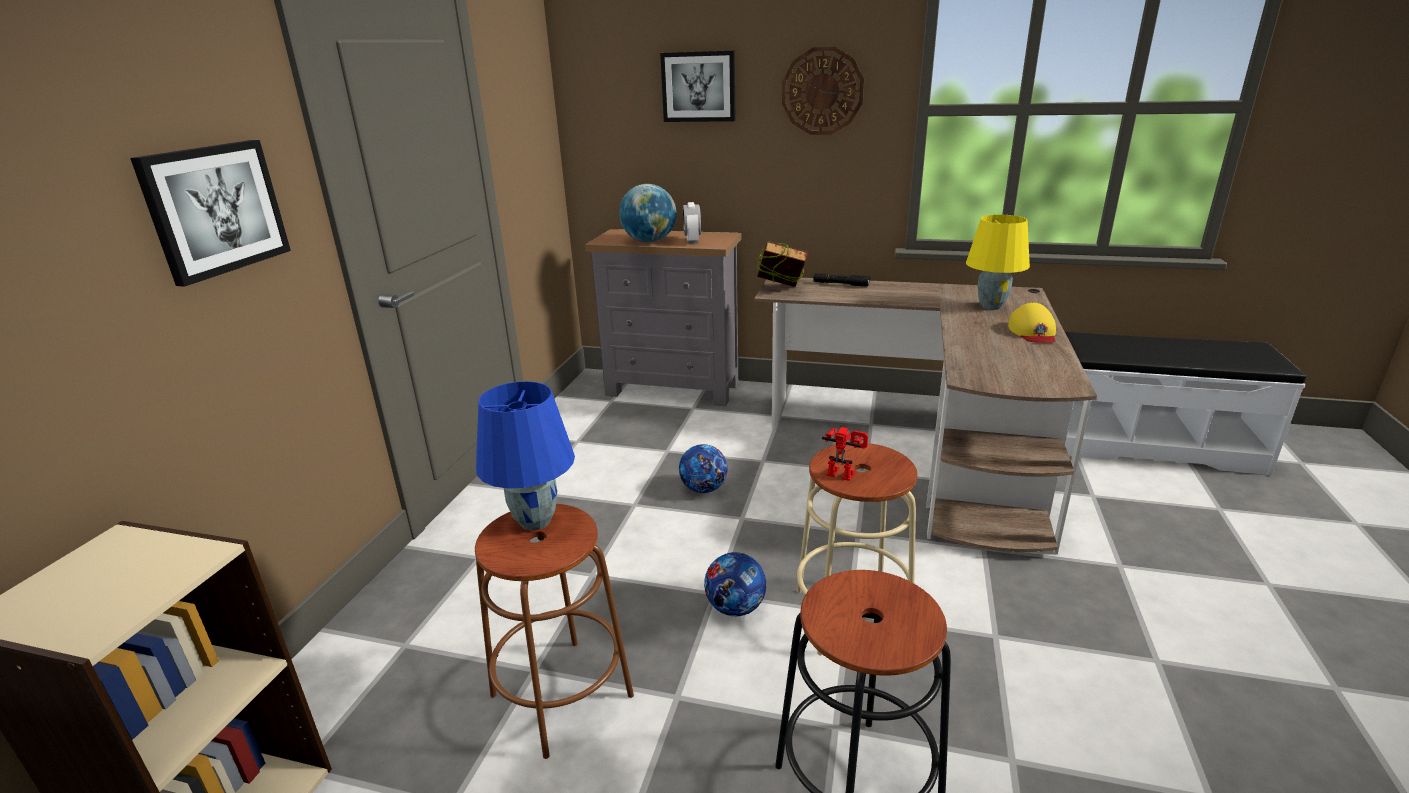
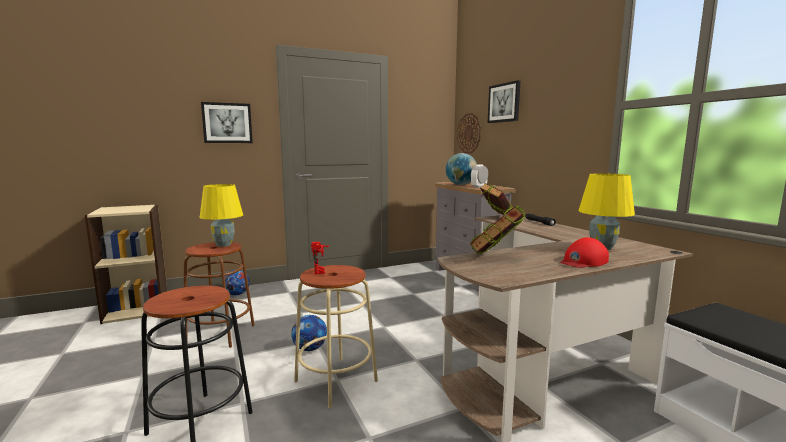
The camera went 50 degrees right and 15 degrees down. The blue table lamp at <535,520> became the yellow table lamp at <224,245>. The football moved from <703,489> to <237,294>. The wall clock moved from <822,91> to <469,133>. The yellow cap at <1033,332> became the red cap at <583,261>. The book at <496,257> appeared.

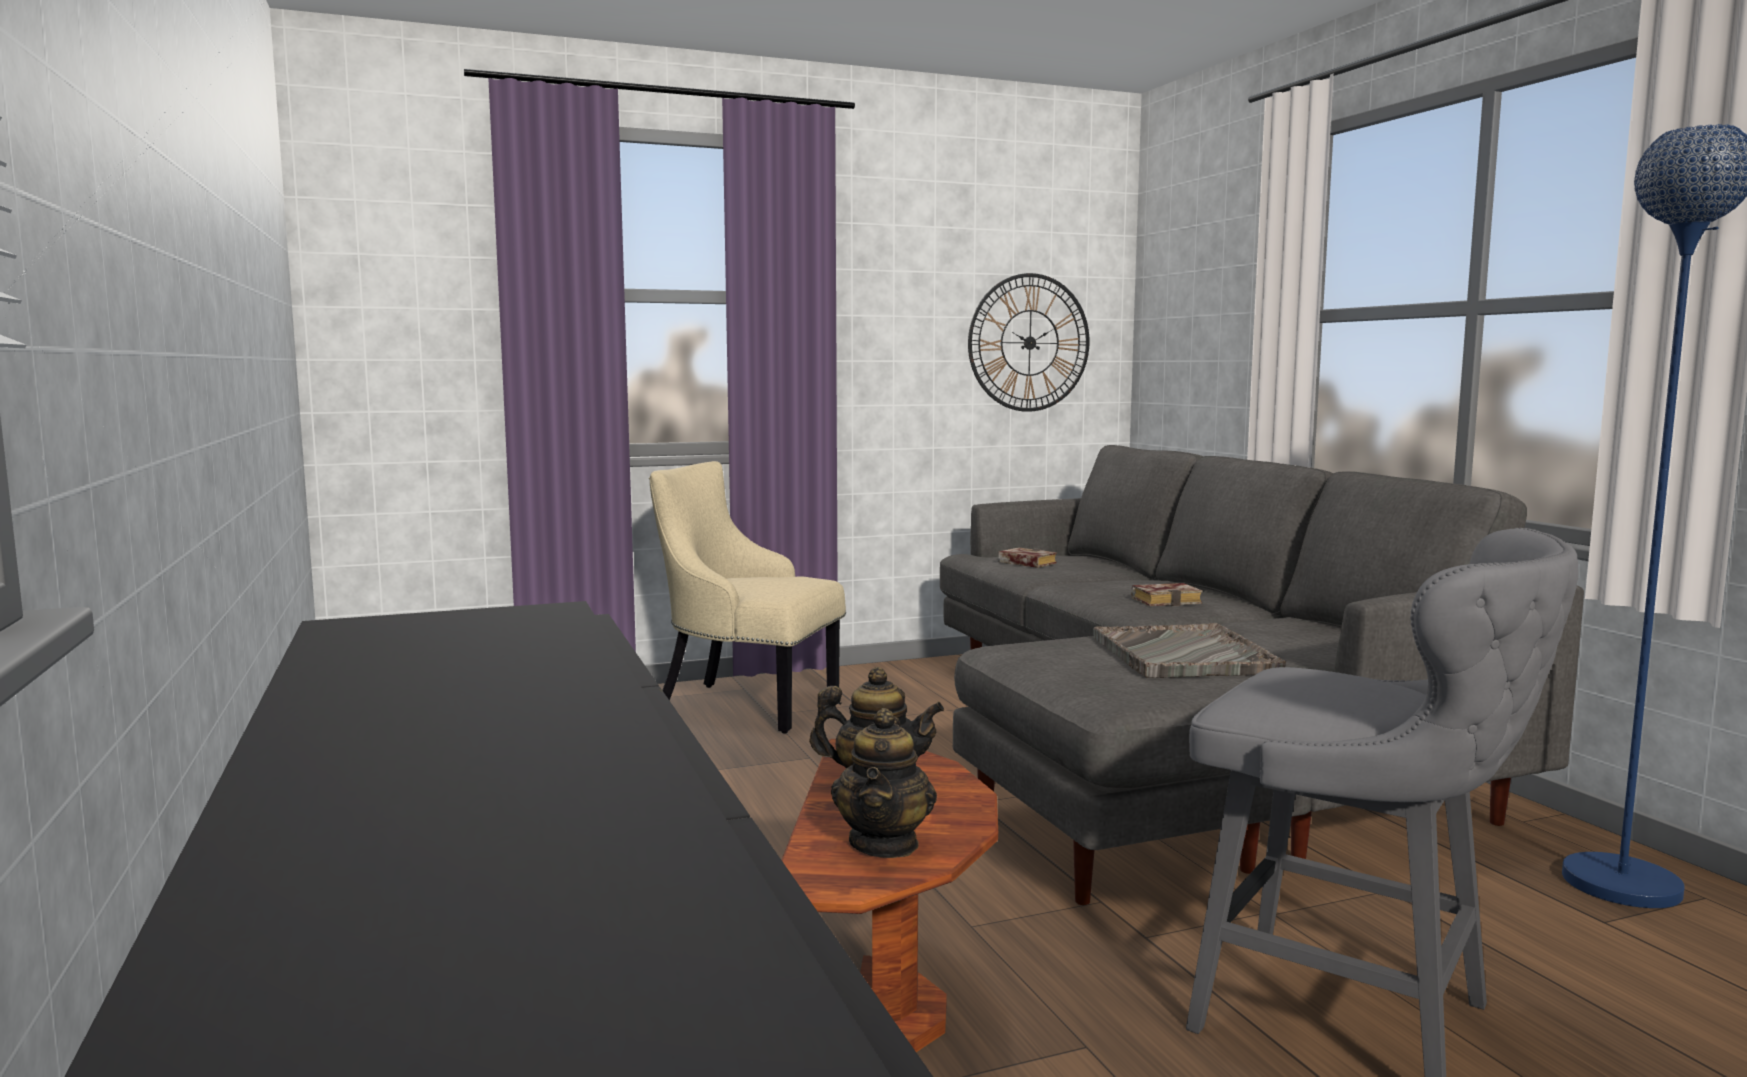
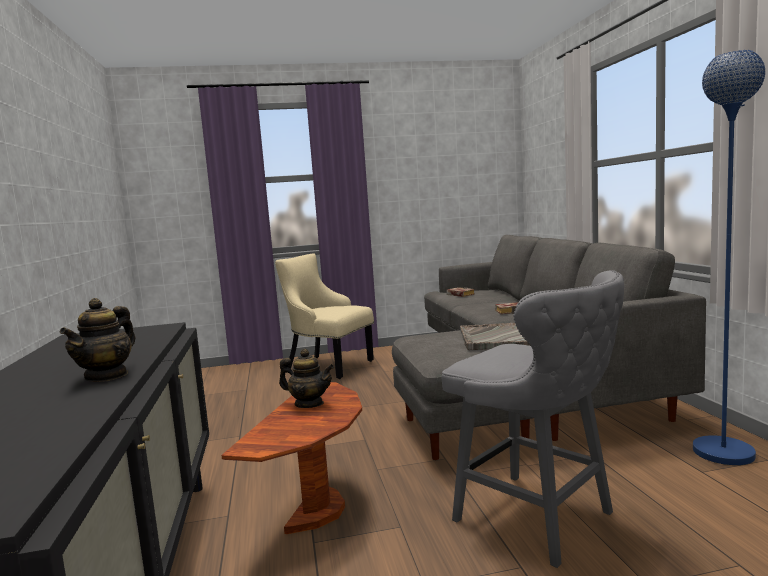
The camera went 10 degrees right and 0 degrees up. The teapot moved from <884,844> to <107,376>. The wall clock at <1029,343> disappeared.

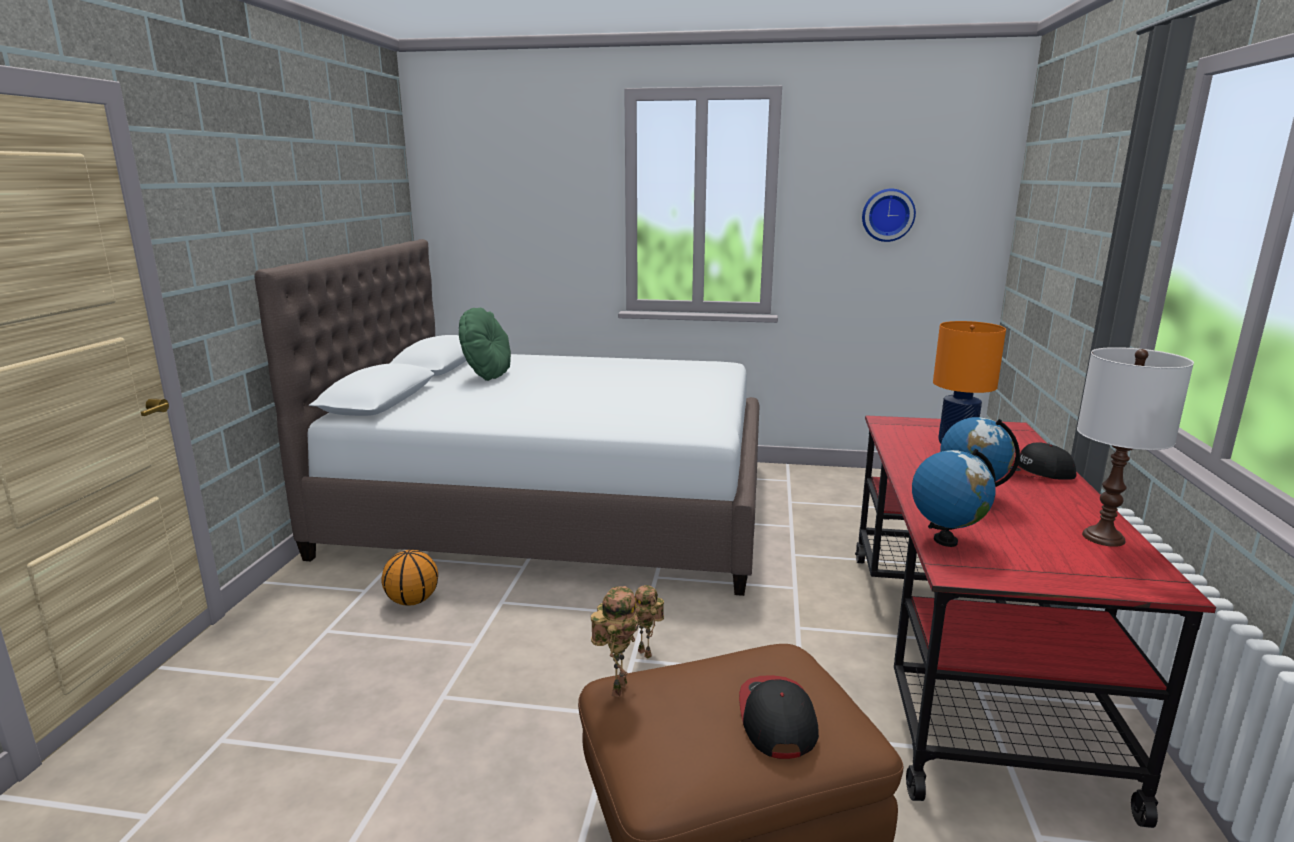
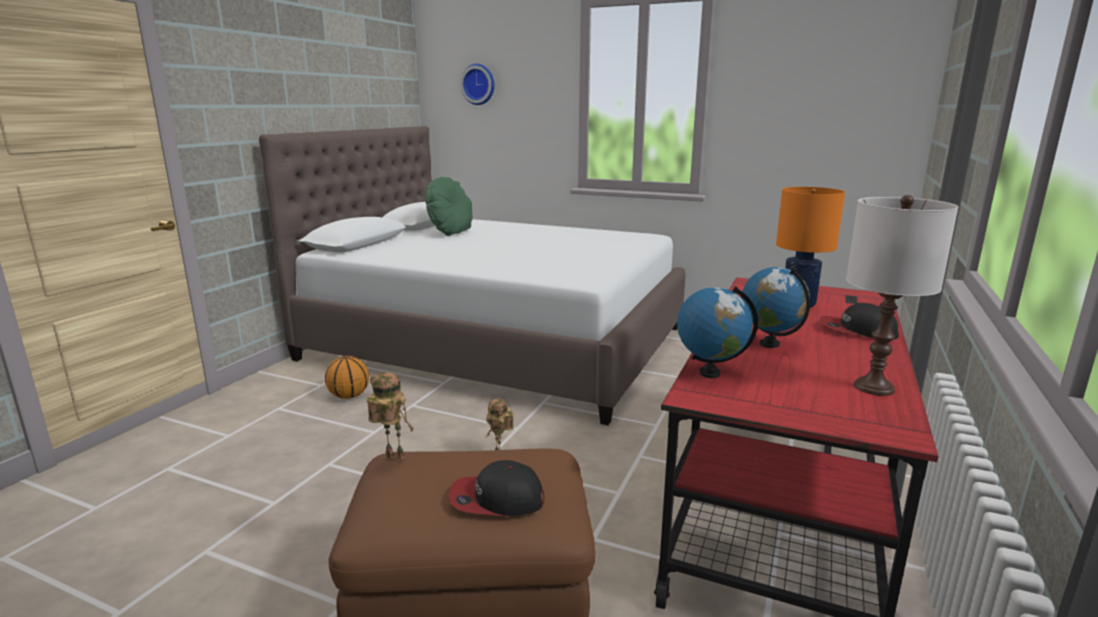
The camera went 15 degrees right and 0 degrees up. The toy robot at <617,687> turned 105 degrees counterclockwise. The cap at <776,718> turned 105 degrees counterclockwise. The wall clock moved from <887,215> to <479,84>.

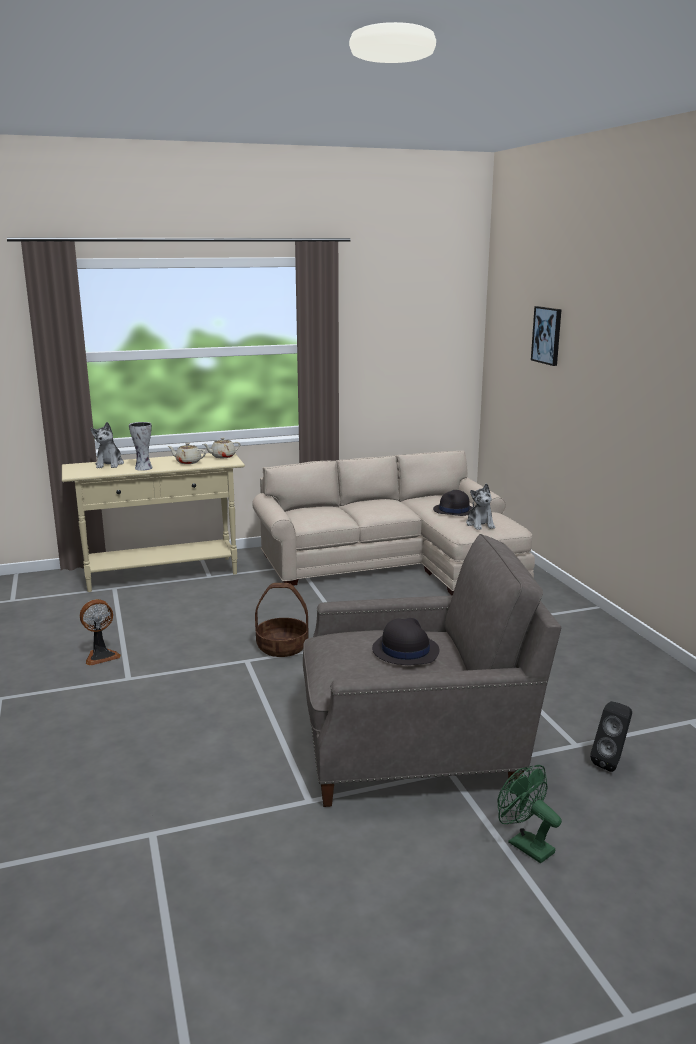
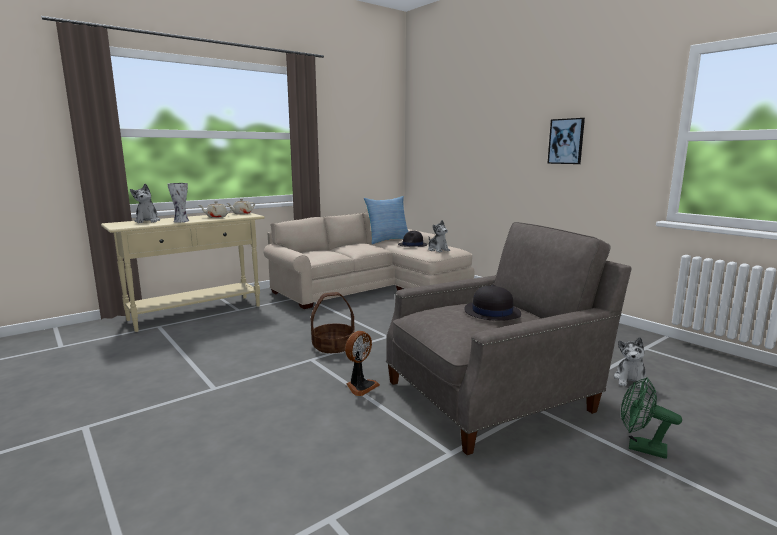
The camera went 20 degrees left and 5 degrees down. The fan moved from <101,656> to <360,386>. The picture moved from <547,335> to <566,141>. The black speaker at <611,762> was replaced by the plush toy at <630,380>. The pillow at <387,240> appeared.

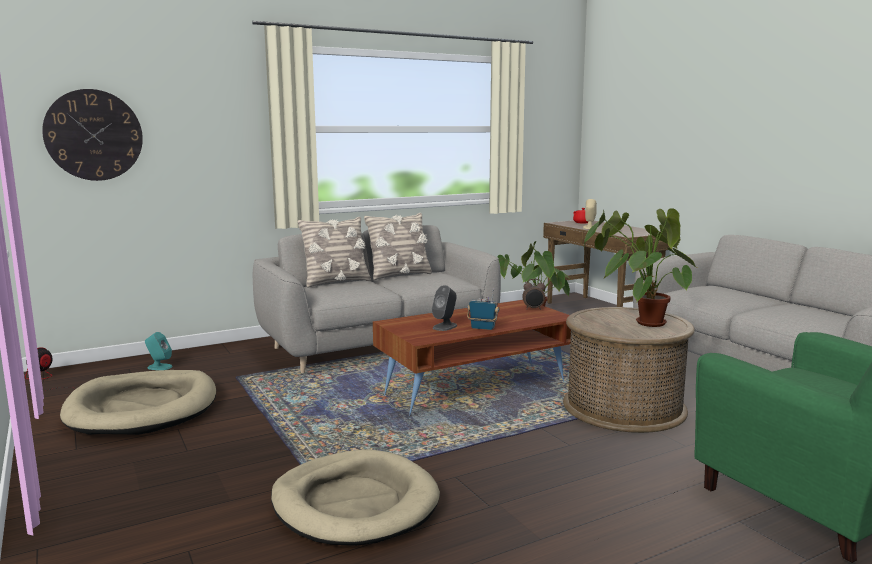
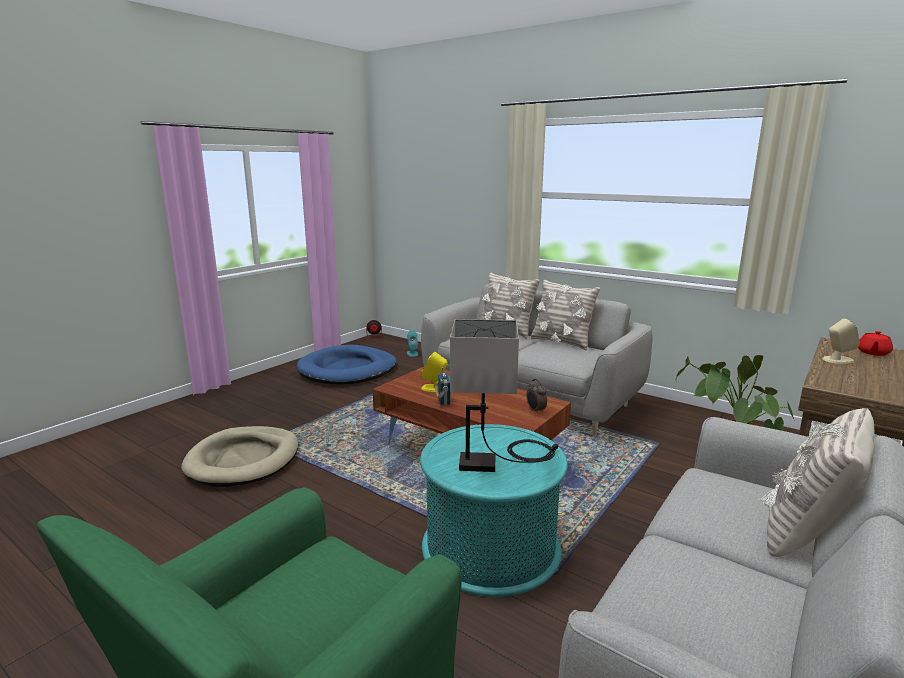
The camera went 65 degrees right and 5 degrees up. The wall clock at <93,135> disappeared. The beige dog bed at <143,408> became the blue dog bed at <348,370>. The grey speaker at <445,326> became the yellow speaker at <434,388>. The brown coffee table at <624,407> became the turquoise coffee table at <491,547>. The potted plant at <637,320> was replaced by the table lamp at <502,459>. The beige pillow at <804,531> appeared.

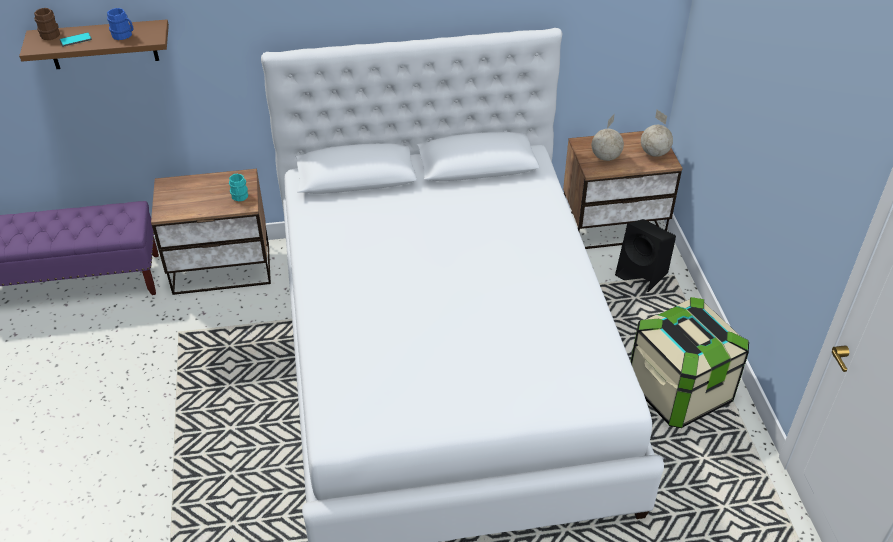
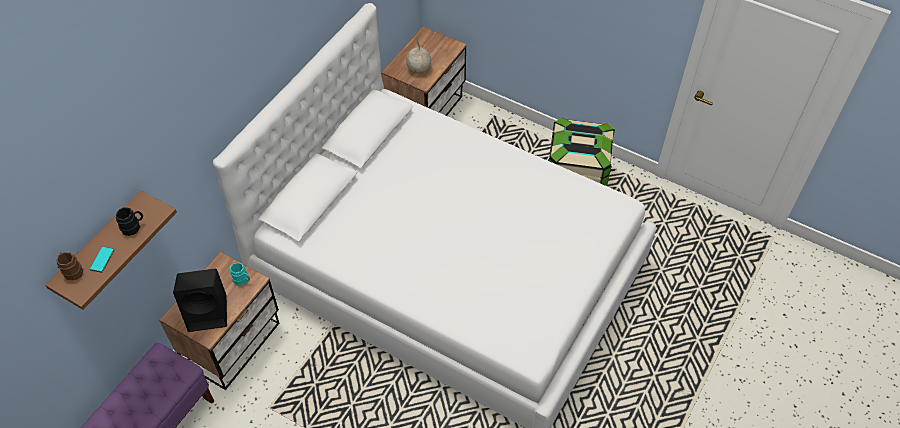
The camera went 50 degrees left and 10 degrees up. The blue mug at <124,35> became the black mug at <133,227>. The black speaker moved from <643,274> to <209,312>. The globe at <654,153> disappeared.

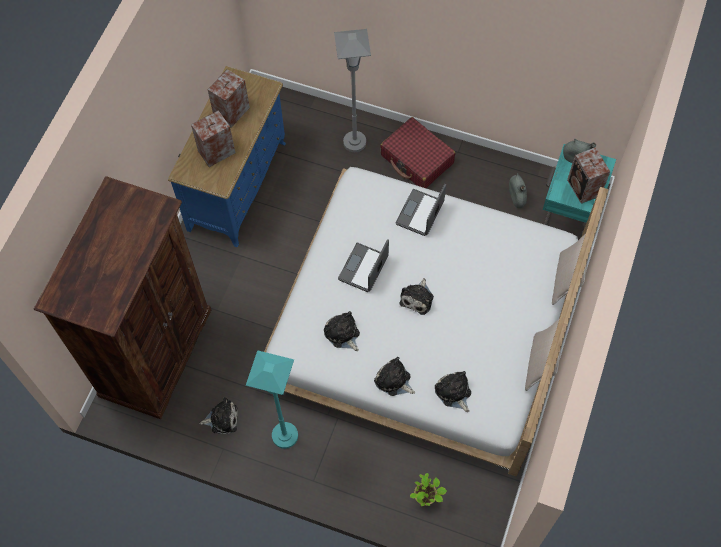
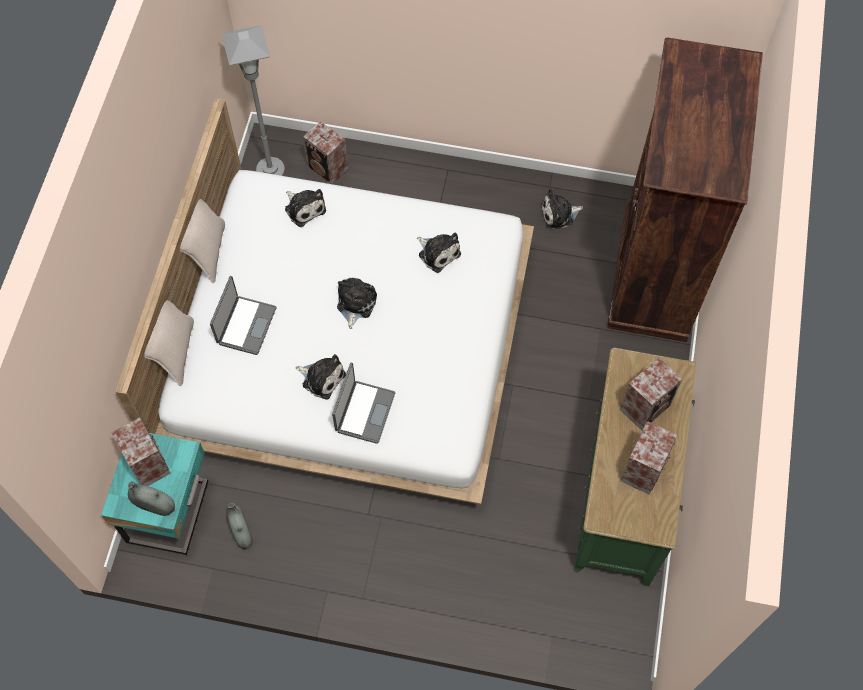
The camera went 170 degrees right and 0 degrees up. The blue dresser at <239,186> became the green dresser at <620,494>. The turquoise floor lamp at <285,435> disappeared. The grey floor lamp moved from <354,142> to <270,171>. The laptop moved from <364,268> to <245,325>. The plush toy moved from <394,381> to <321,378>. The red suitcase at <417,159> disappeared. The potted plant at <426,497> was replaced by the speaker at <328,169>.

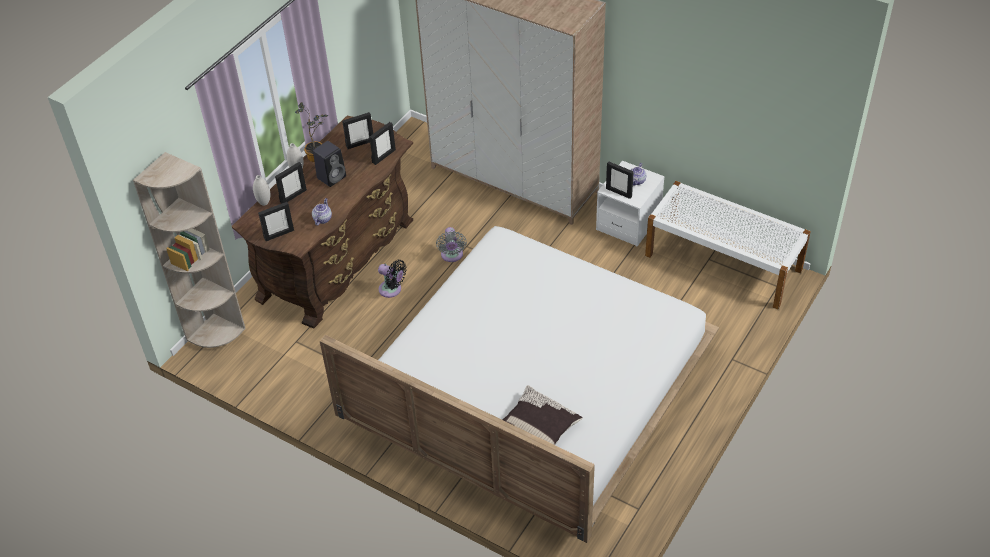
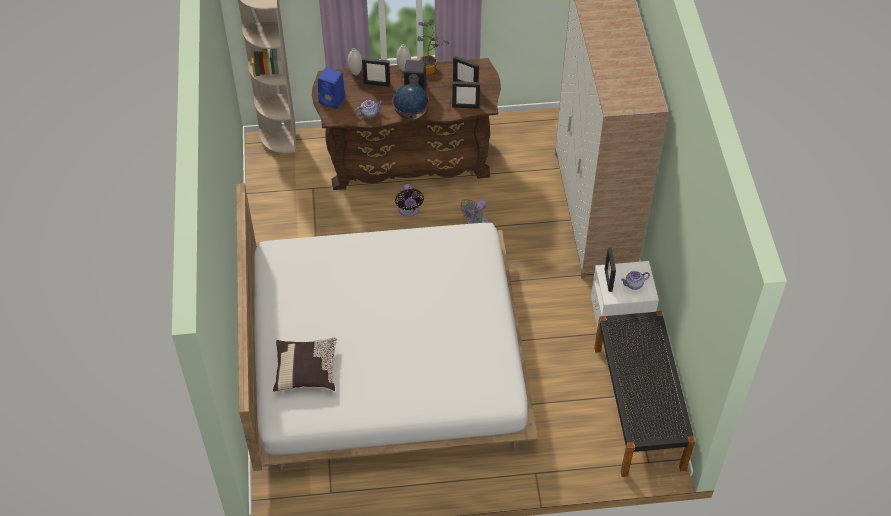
The camera went 50 degrees right and 5 degrees up. The picture frame at <279,234> was replaced by the blue speaker at <333,100>. The white bench at <723,262> became the black bench at <639,407>. The globe at <410,114> appeared.

